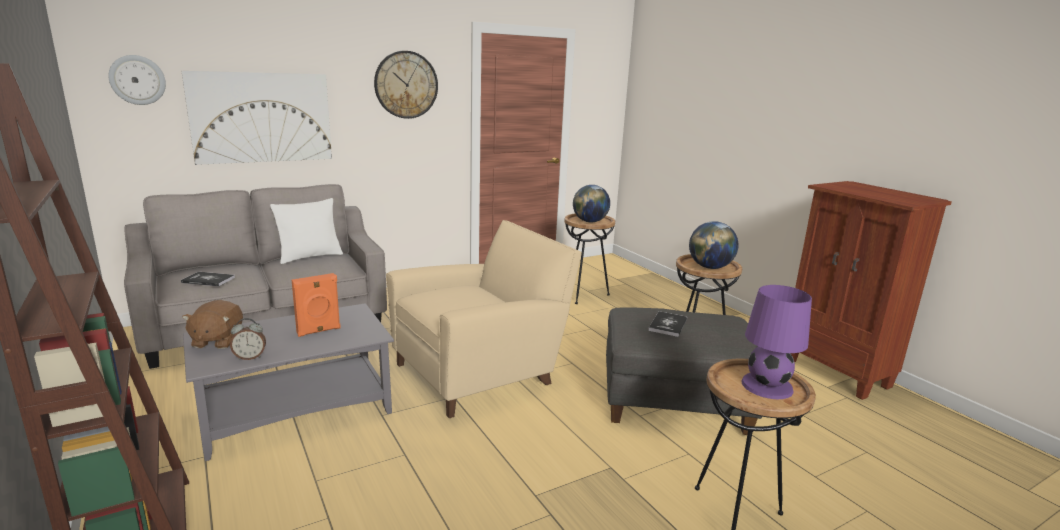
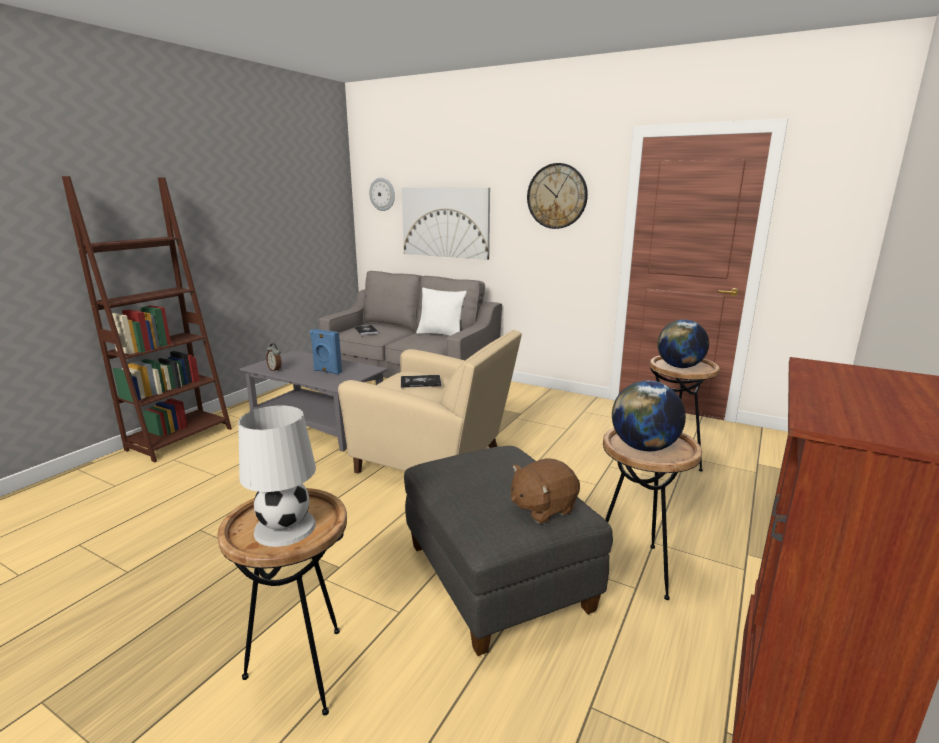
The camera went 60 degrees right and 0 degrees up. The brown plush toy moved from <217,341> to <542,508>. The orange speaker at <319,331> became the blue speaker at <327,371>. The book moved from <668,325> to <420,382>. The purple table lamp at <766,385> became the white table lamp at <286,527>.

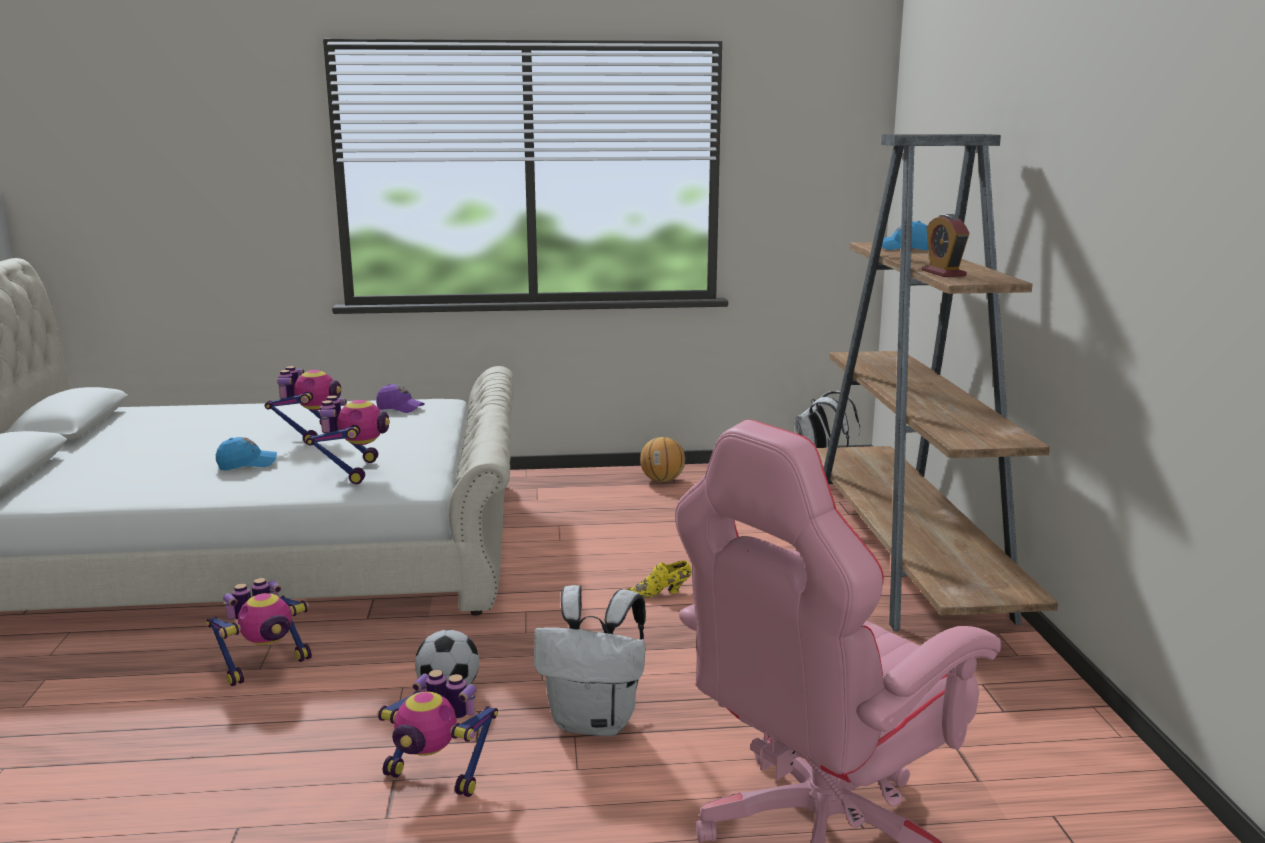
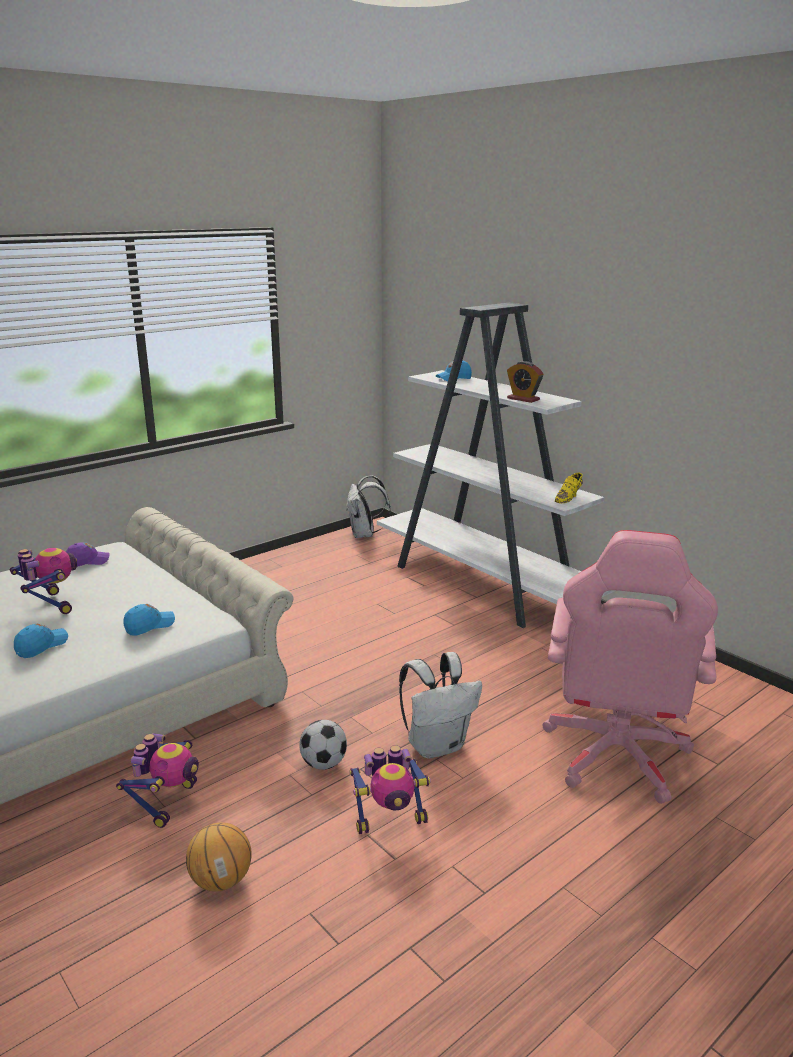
The camera went 35 degrees left and 5 degrees up. The toy robot at <354,471> was replaced by the blue cap at <149,626>. The yellow shoe moved from <661,593> to <568,498>. The basketball moved from <662,480> to <221,880>. The brown bookcase at <908,566> became the white bookcase at <485,585>.

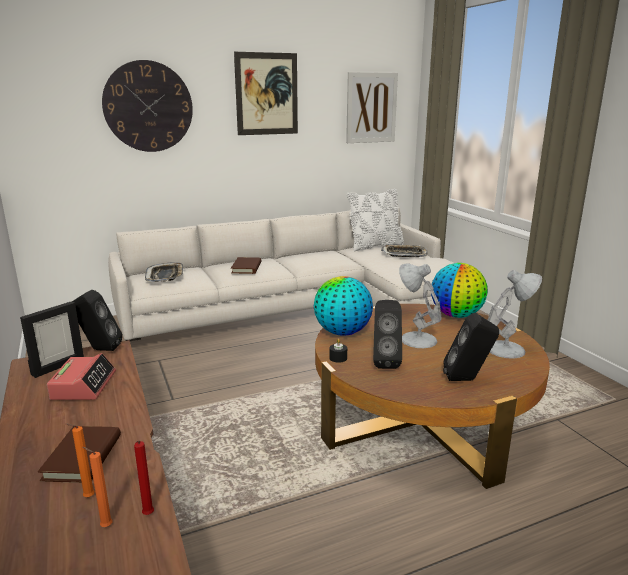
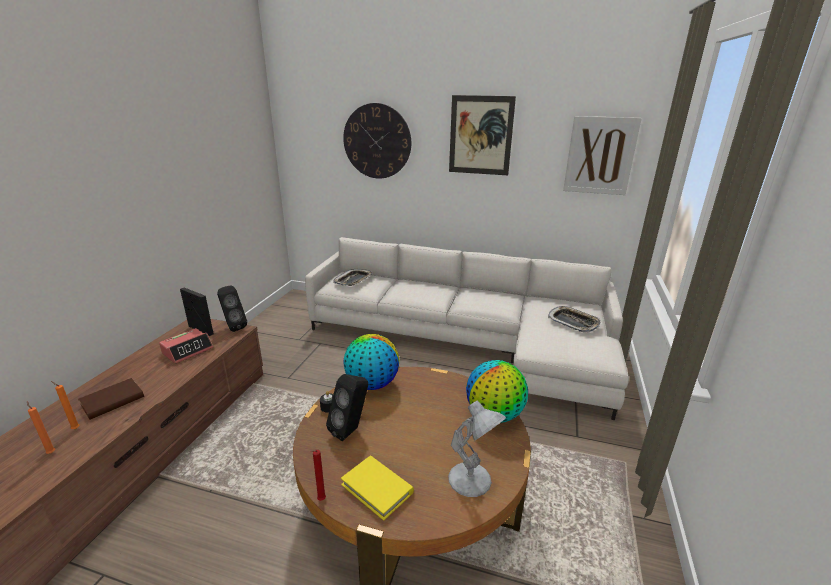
The camera went 40 degrees right and 5 degrees up. The picture frame at <58,366> turned 135 degrees counterclockwise. The red candle moved from <148,516> to <320,500>. The brown book at <246,268> disappeared. The white pillow at <375,246> disappeared. The white table lamp at <416,339> disappeared. The black speaker at <467,380> was replaced by the yellow book at <377,489>.

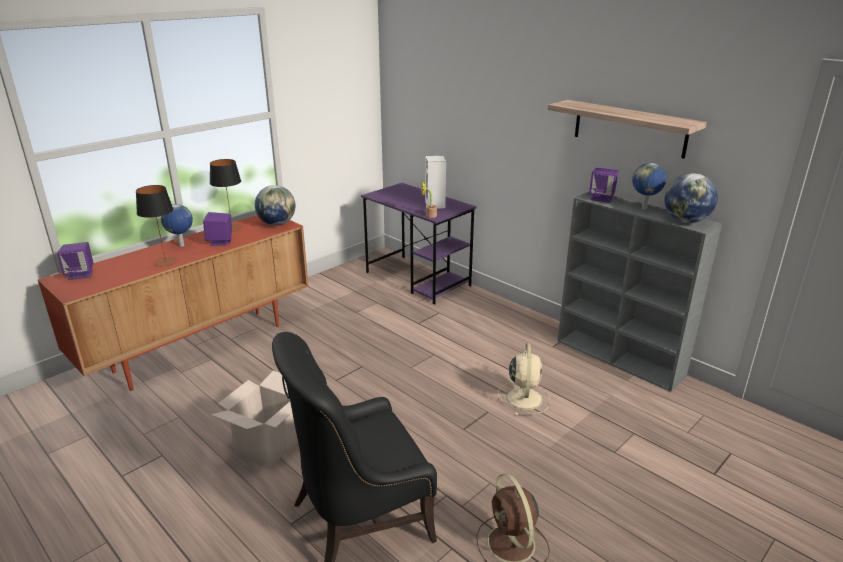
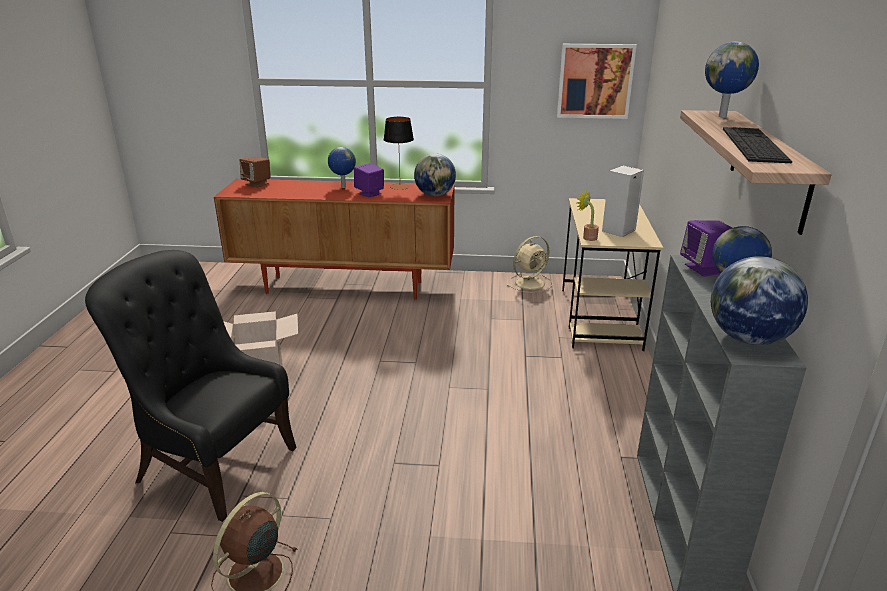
The camera went 50 degrees right and 0 degrees up. The purple speaker at <81,274> became the brown speaker at <257,184>. The table lamp at <165,261> disappeared. The purple desk at <418,279> became the beige desk at <600,318>. The beige fan moved from <524,397> to <531,283>. The picture at <595,81> appeared. The globe at <723,116> appeared. The keyboard at <754,145> appeared.

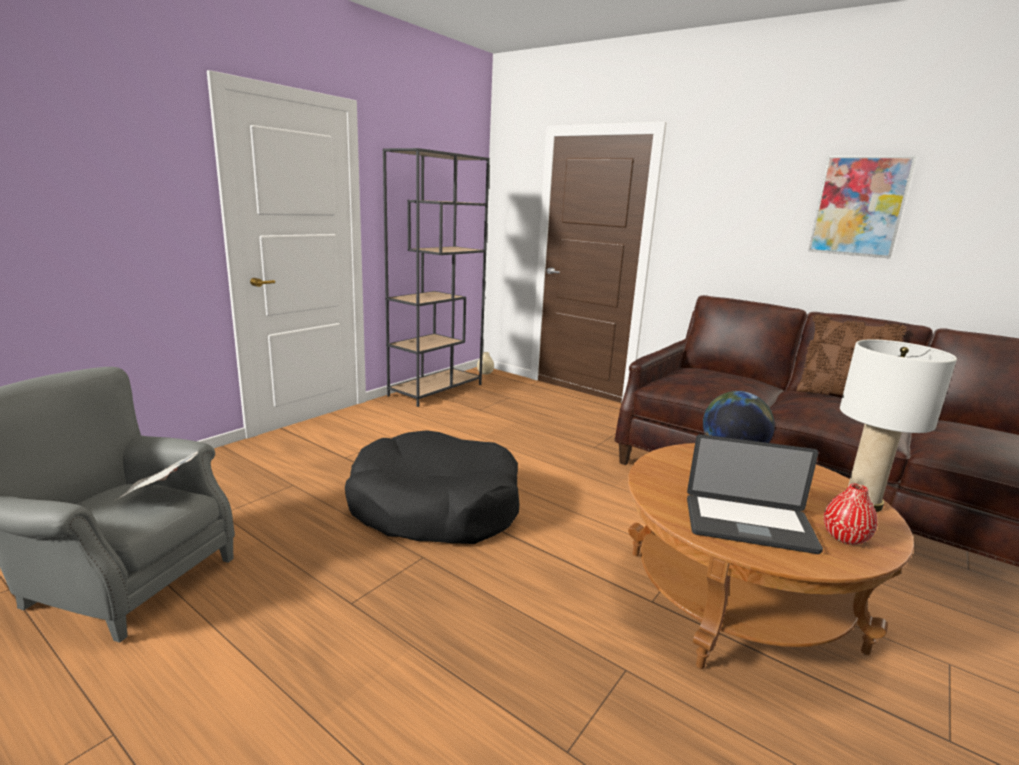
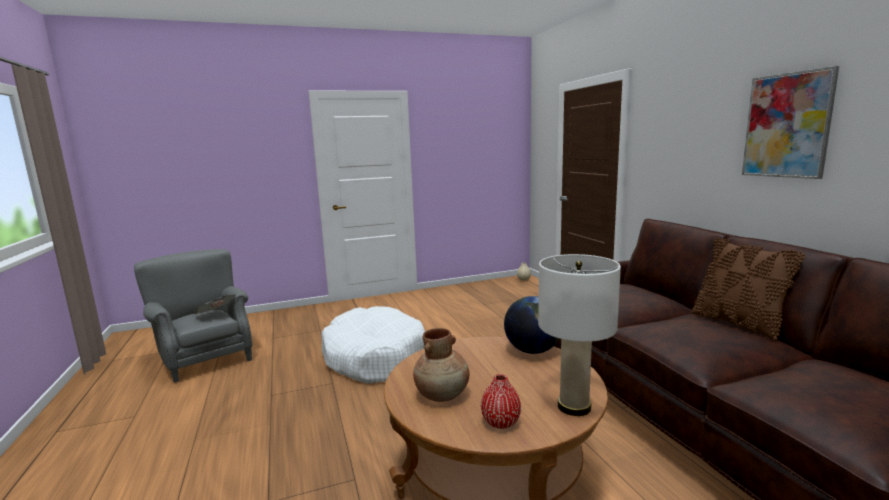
The camera went 35 degrees right and 5 degrees down. The black dog bed at <434,506> became the white dog bed at <375,357>. The bookcase at <436,389> disappeared. The laptop at <748,525> was replaced by the brown vase at <442,394>.

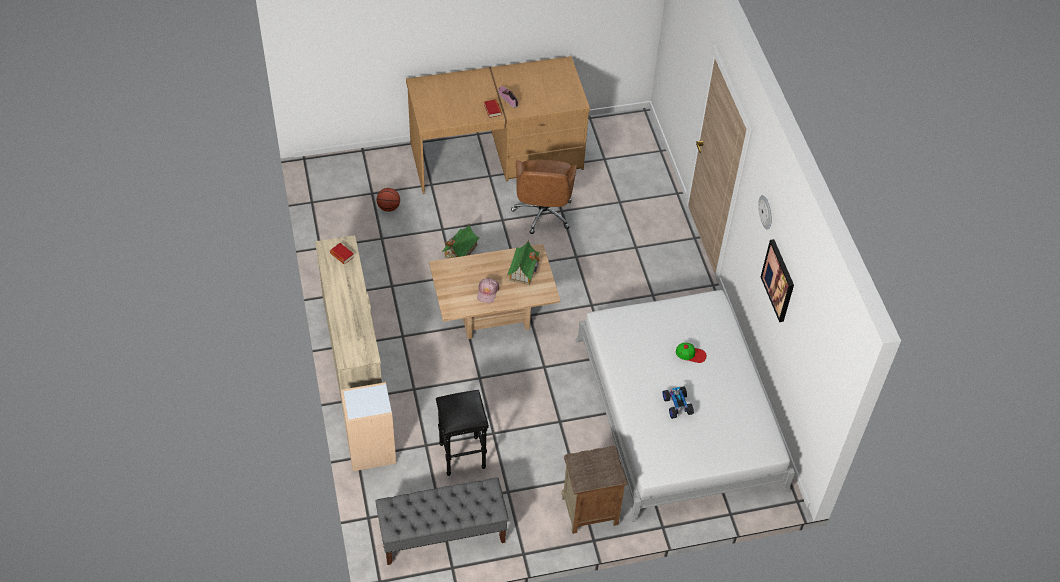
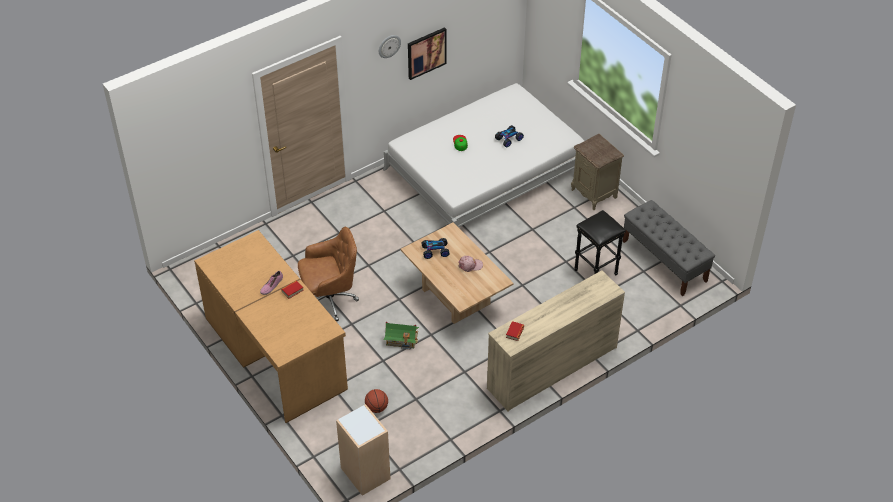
The camera went 110 degrees left and 5 degrees down. The bookcase moved from <370,451> to <365,474>. The toy house at <523,270> was replaced by the toy car at <435,251>.

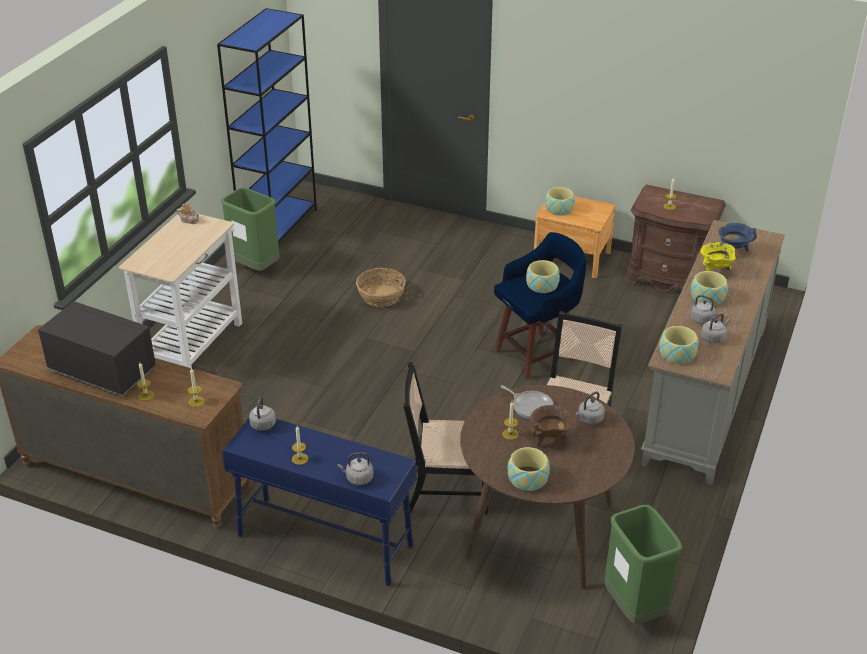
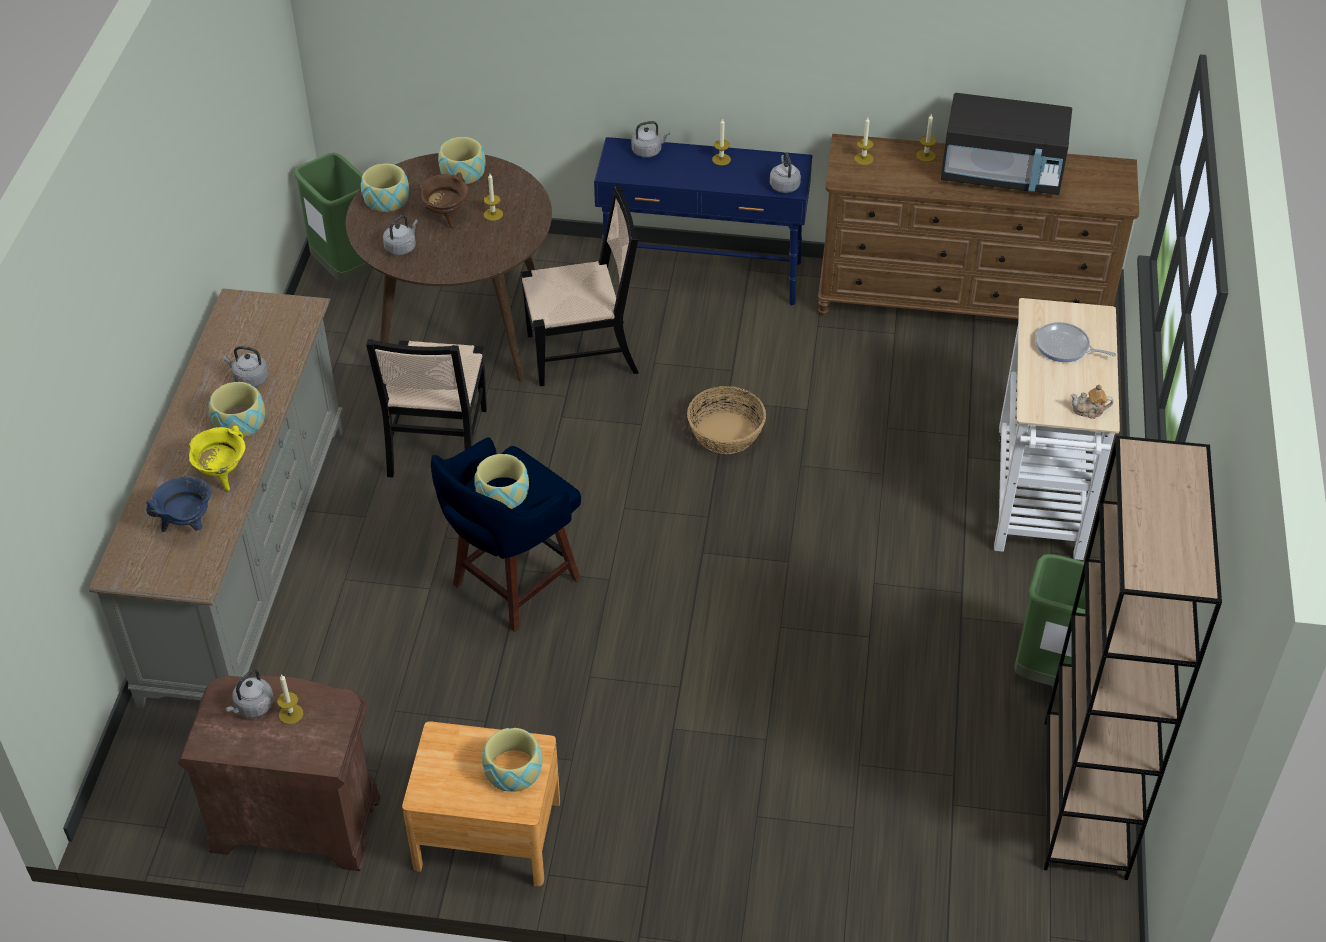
The camera went 165 degrees right and 10 degrees up. The blue bookcase at <278,226> became the beige bookcase at <1085,799>. The basket moved from <381,296> to <725,433>. The frying pan moved from <530,406> to <1065,347>. The bowl moved from <677,354> to <387,199>. The grey kettle moved from <713,338> to <253,707>.

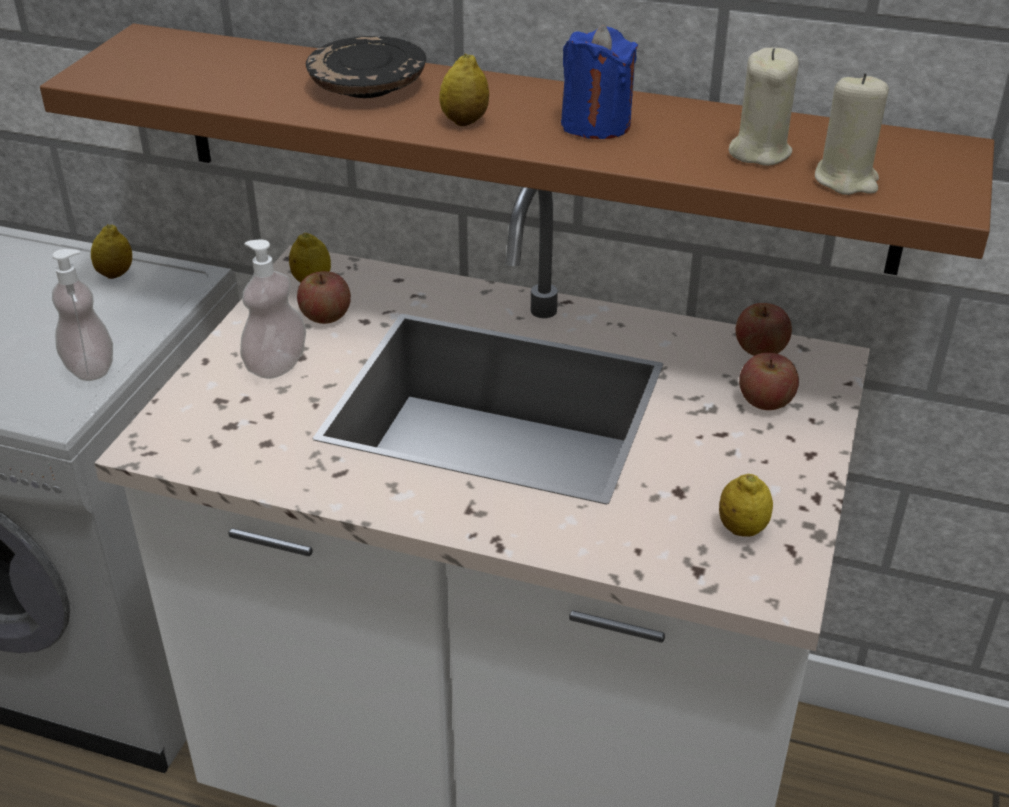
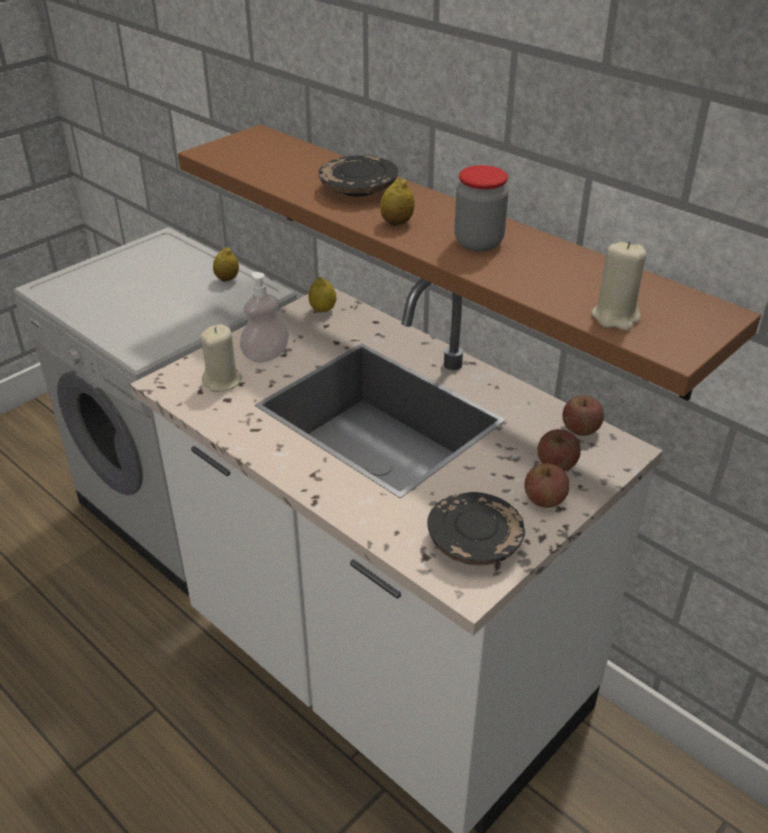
The camera went 25 degrees right and 0 degrees up. The soap dispenser at <90,368> disappeared. The apple moved from <325,316> to <544,499>. The blue candle at <596,124> was replaced by the jar at <478,242>. The lemon at <742,528> was replaced by the black plate at <474,541>. The beige candle moved from <759,152> to <223,381>.

